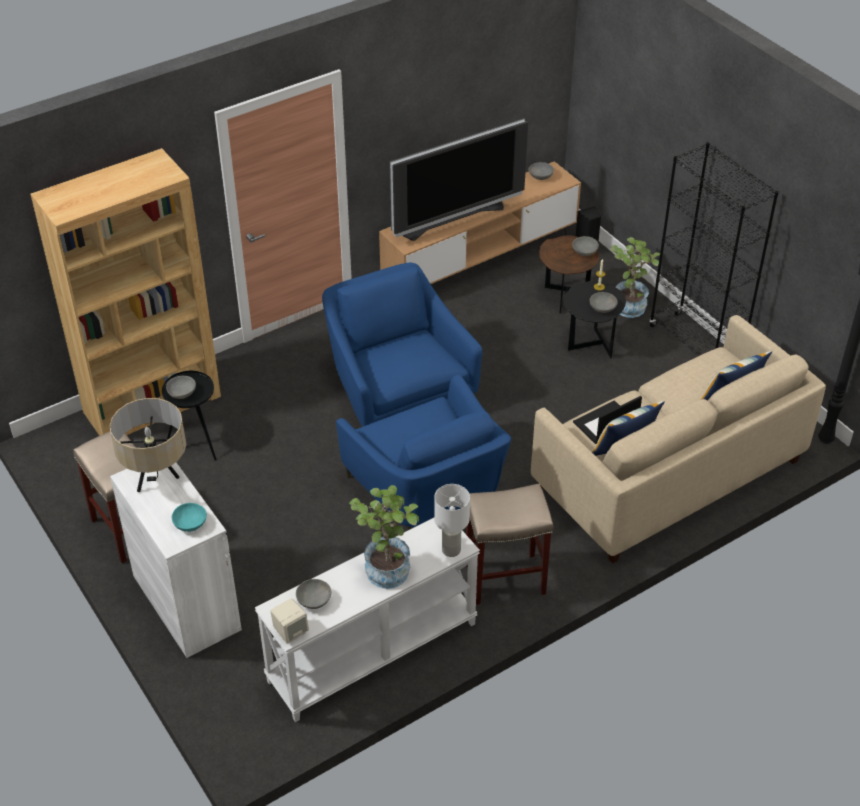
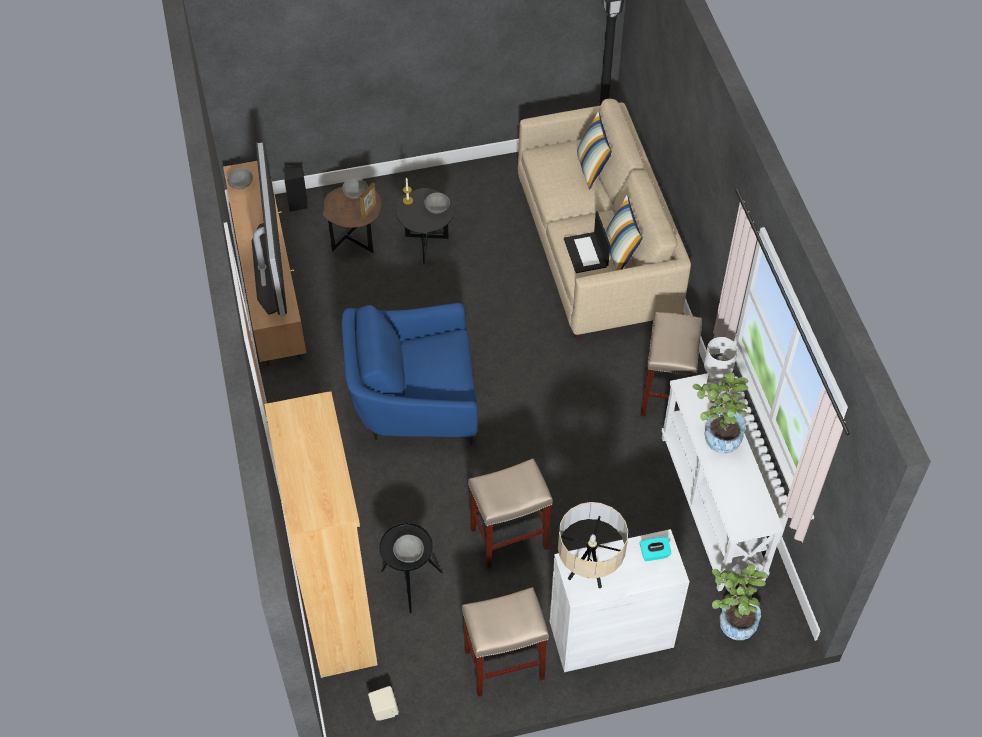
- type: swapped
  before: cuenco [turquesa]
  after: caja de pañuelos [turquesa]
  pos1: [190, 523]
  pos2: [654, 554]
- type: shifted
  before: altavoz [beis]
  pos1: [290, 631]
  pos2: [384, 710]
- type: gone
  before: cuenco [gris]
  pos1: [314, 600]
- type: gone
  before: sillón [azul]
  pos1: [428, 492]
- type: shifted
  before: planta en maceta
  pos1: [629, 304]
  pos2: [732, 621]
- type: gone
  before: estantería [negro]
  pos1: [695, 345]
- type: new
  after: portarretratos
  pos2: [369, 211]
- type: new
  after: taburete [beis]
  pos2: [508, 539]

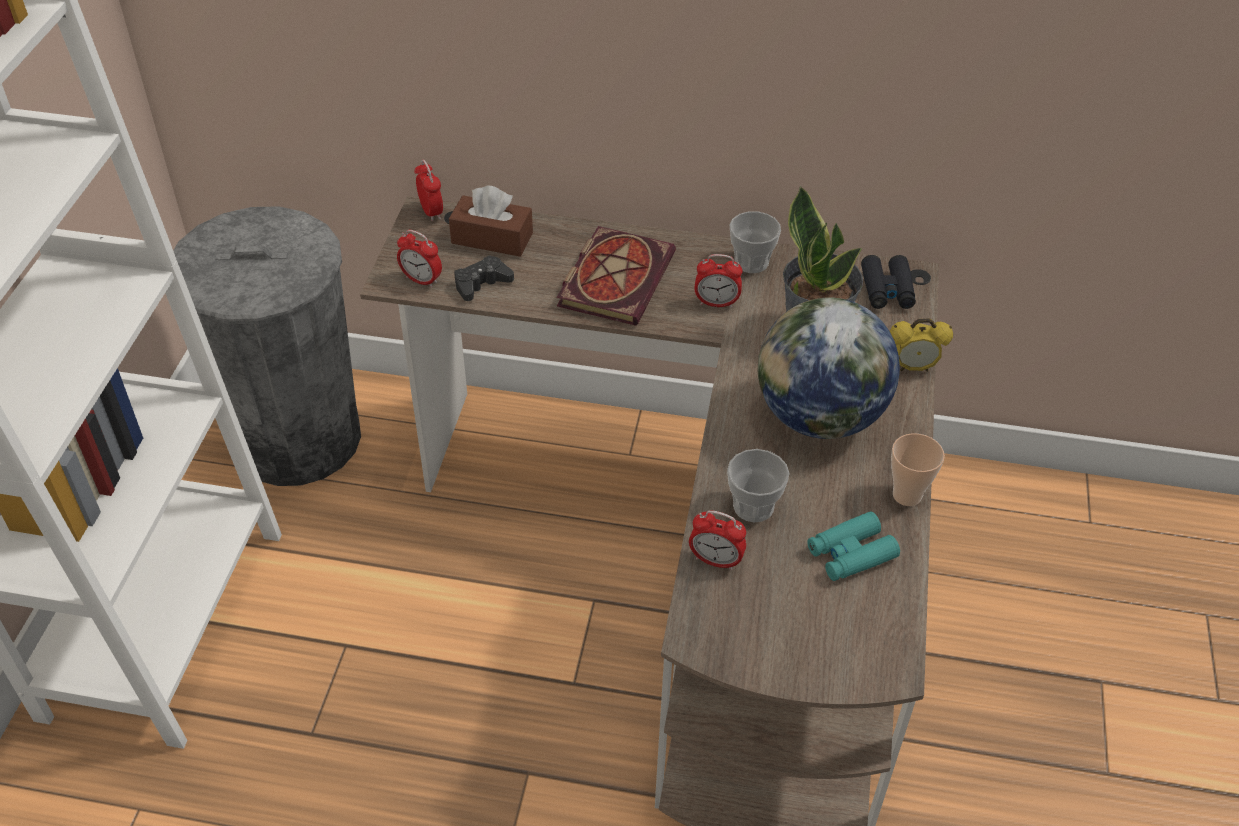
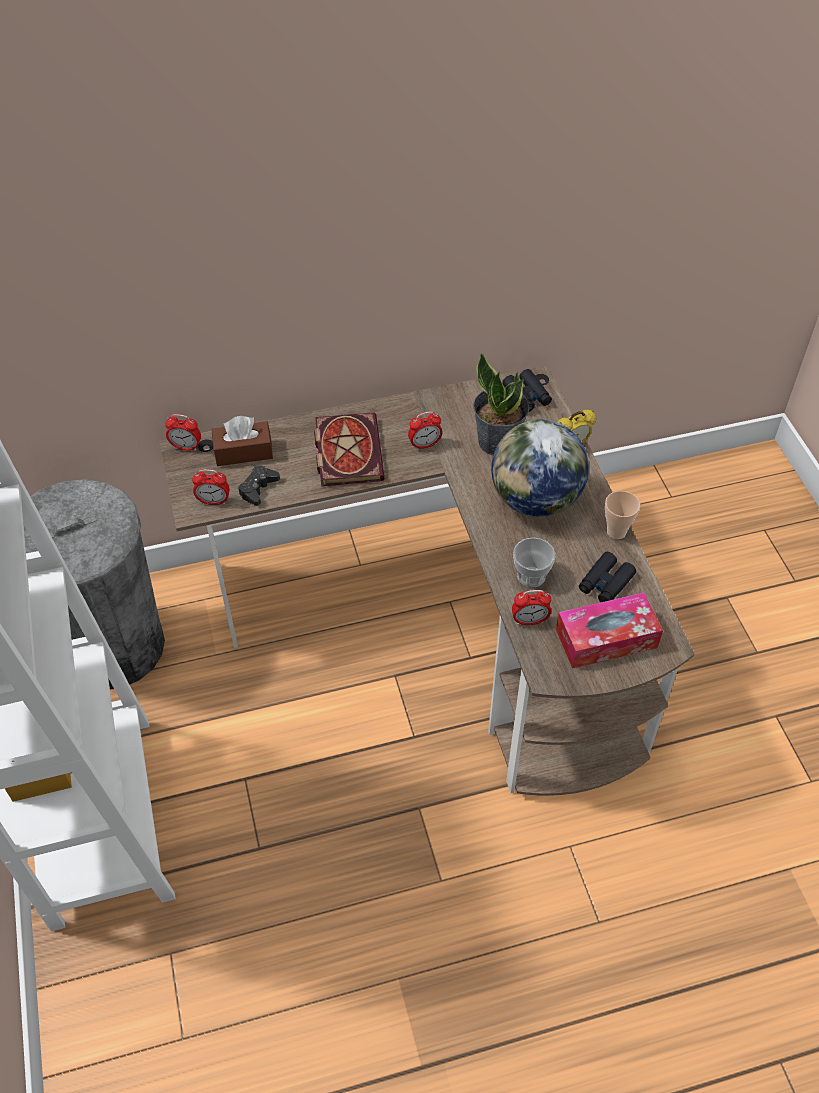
- type: rotated
  before: despertador
  pos1: [431, 212]
  pos2: [186, 447]
  turn: 150
- type: gone
  before: taza
  pos1: [751, 262]
- type: repainted
  before: prismáticos [turquesa]
  after: prismáticos [negro]
  pos1: [851, 554]
  pos2: [605, 583]
- type: new
  after: caja de pañuelos
  pos2: [606, 638]

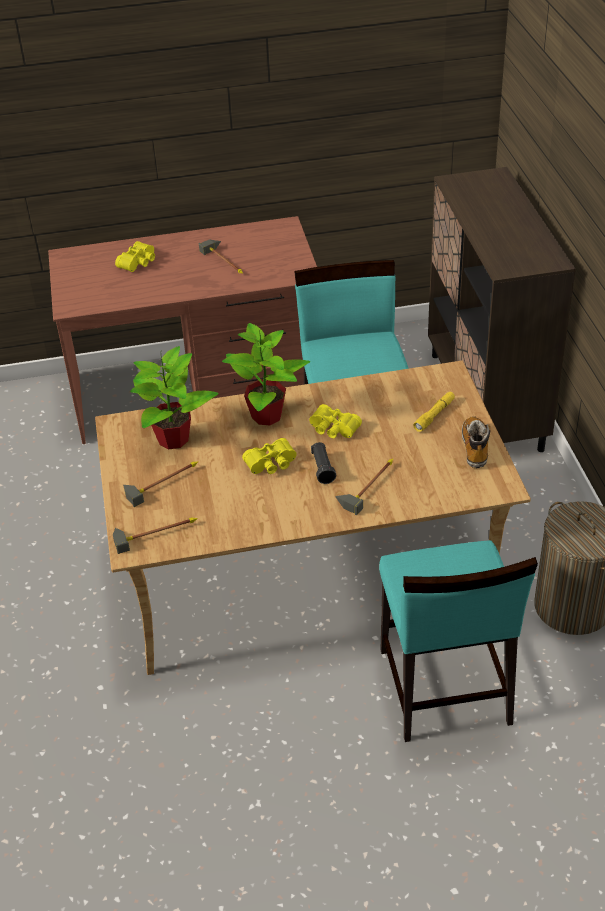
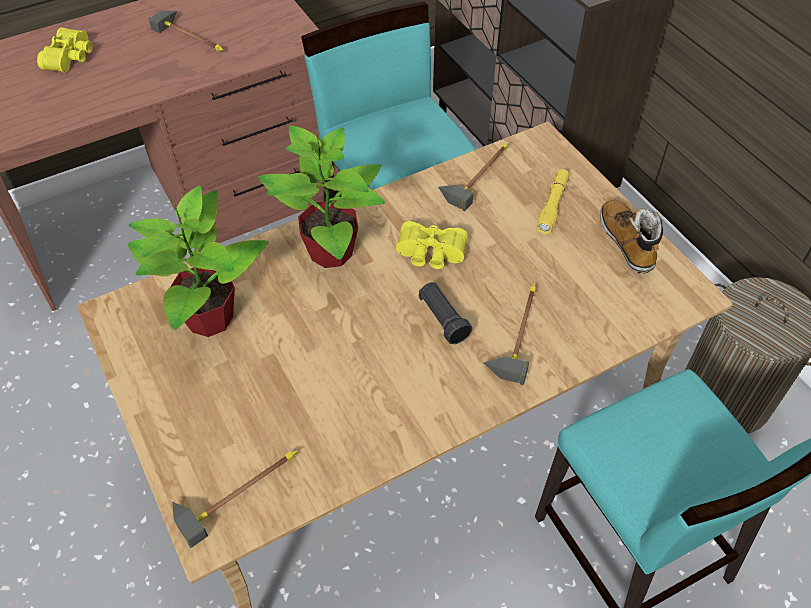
- type: shifted
  before: martillo
  pos1: [162, 481]
  pos2: [477, 173]
- type: gone
  before: prismáticos [amarillo]
  pos1: [272, 464]

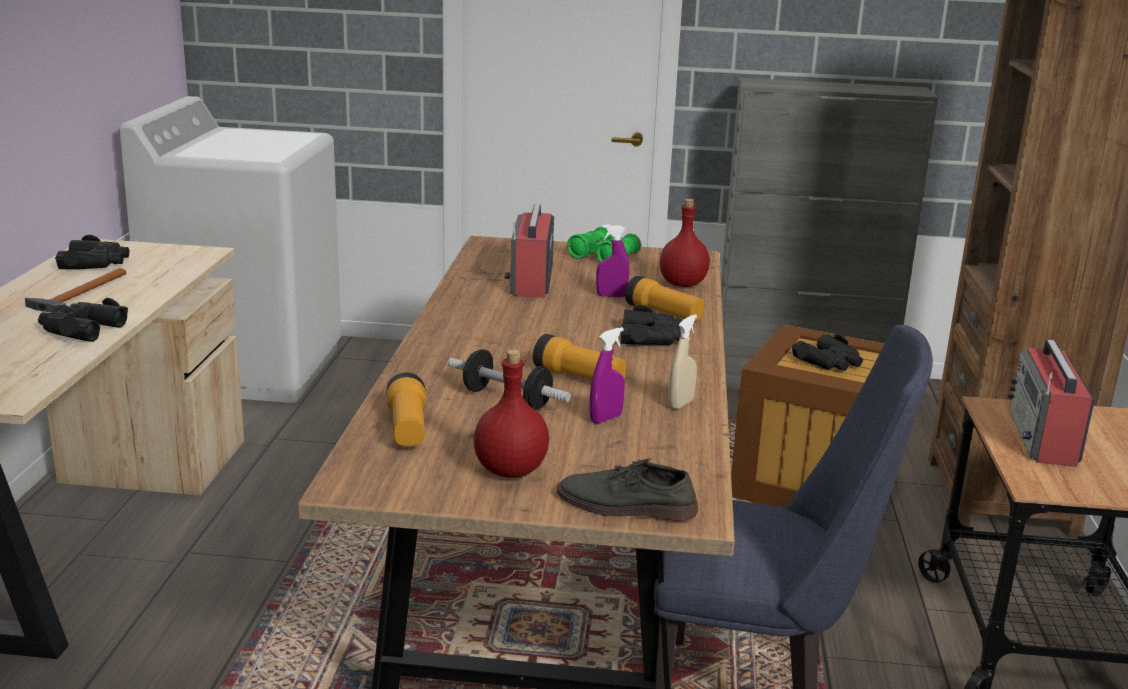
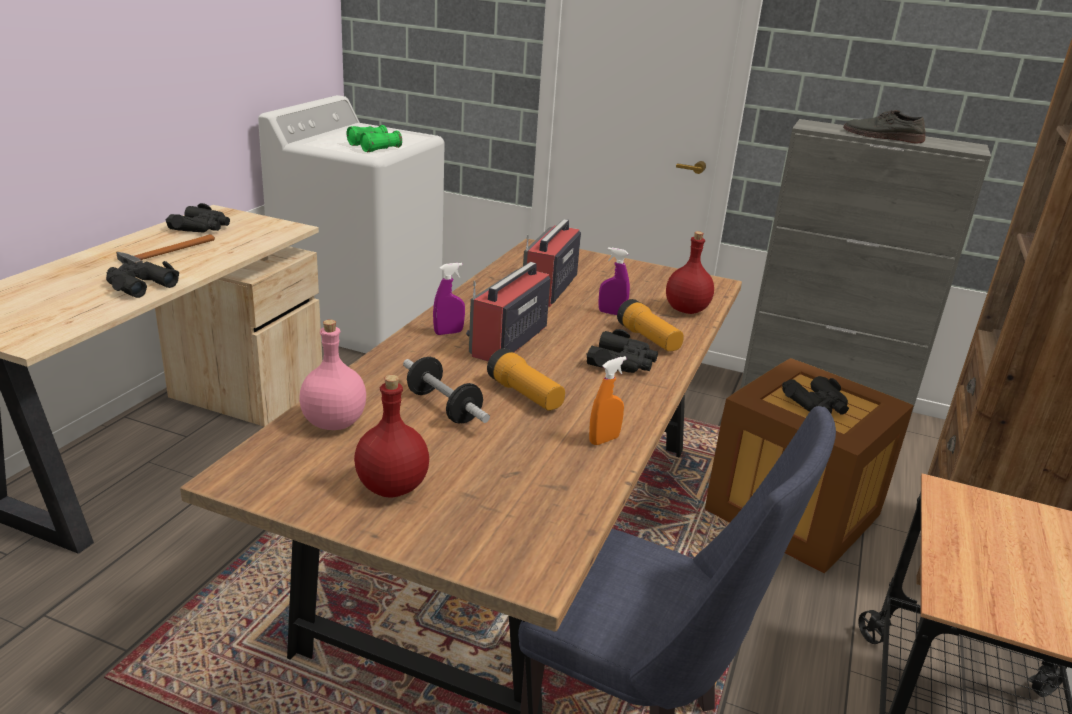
- type: swapped
  before: linterna
  after: botella [rosa]
  pos1: [407, 428]
  pos2: [333, 423]
- type: shifted
  before: zapato [gris]
  pos1: [626, 506]
  pos2: [882, 137]
- type: shifted
  before: prismáticos [verde]
  pos1: [603, 257]
  pos2: [374, 147]
- type: shifted
  before: pulverizador [morado]
  pos1: [606, 419]
  pos2: [448, 332]
- type: repainted
  before: pulverizador [beis]
  after: pulverizador [naranja]
  pos1: [680, 404]
  pos2: [604, 440]
- type: shifted
  before: radio
  pos1: [1043, 438]
  pos2: [508, 341]

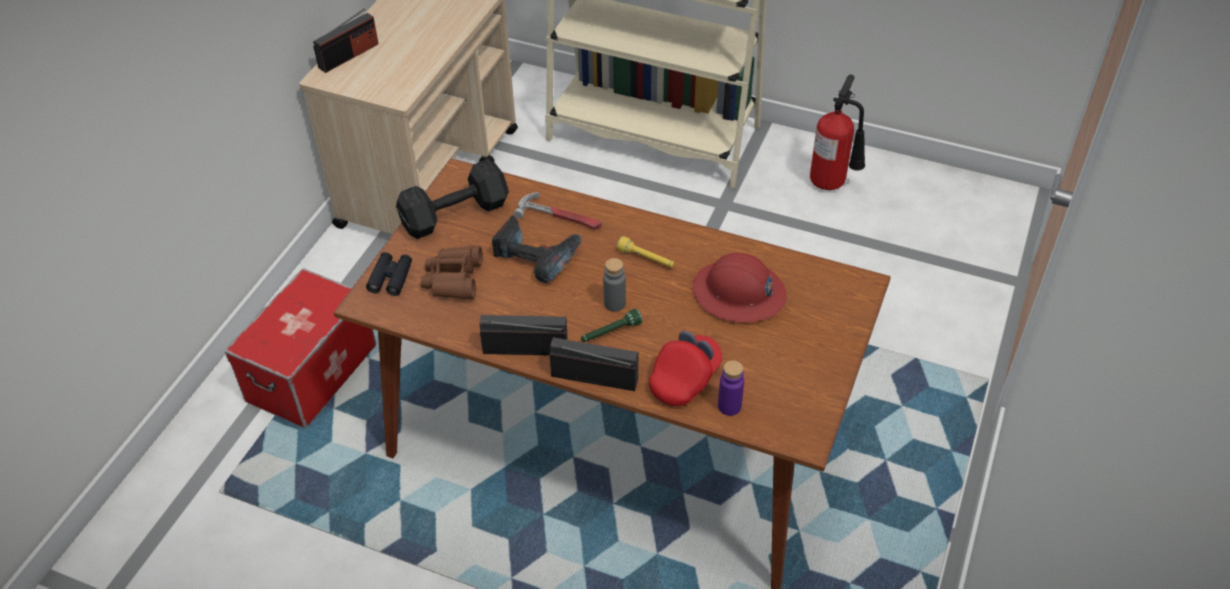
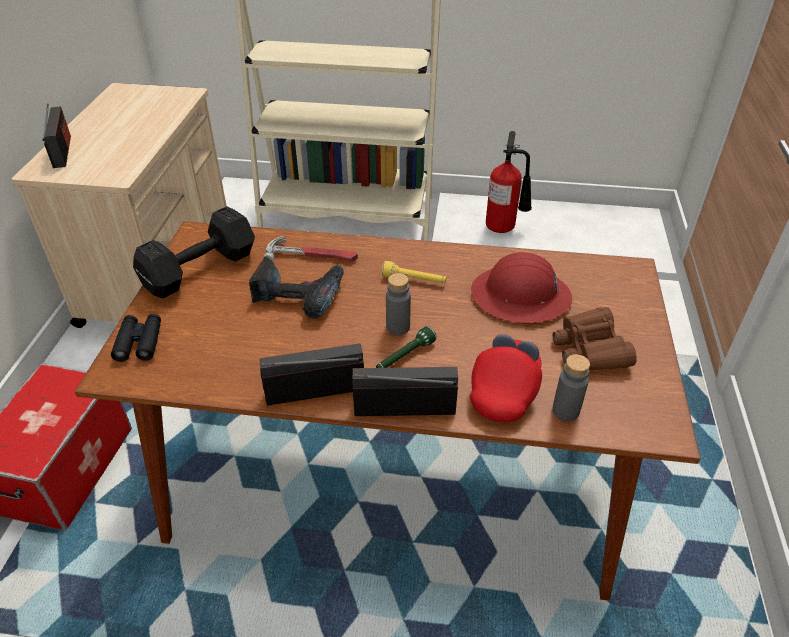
- type: rotated
  before: radio
  pos1: [349, 55]
  pos2: [62, 151]
  turn: -45
- type: shifted
  before: prismáticos [marrón]
  pos1: [453, 279]
  pos2: [590, 349]
- type: repainted
  before: botella [morado]
  after: botella [gris]
  pos1: [729, 406]
  pos2: [565, 411]

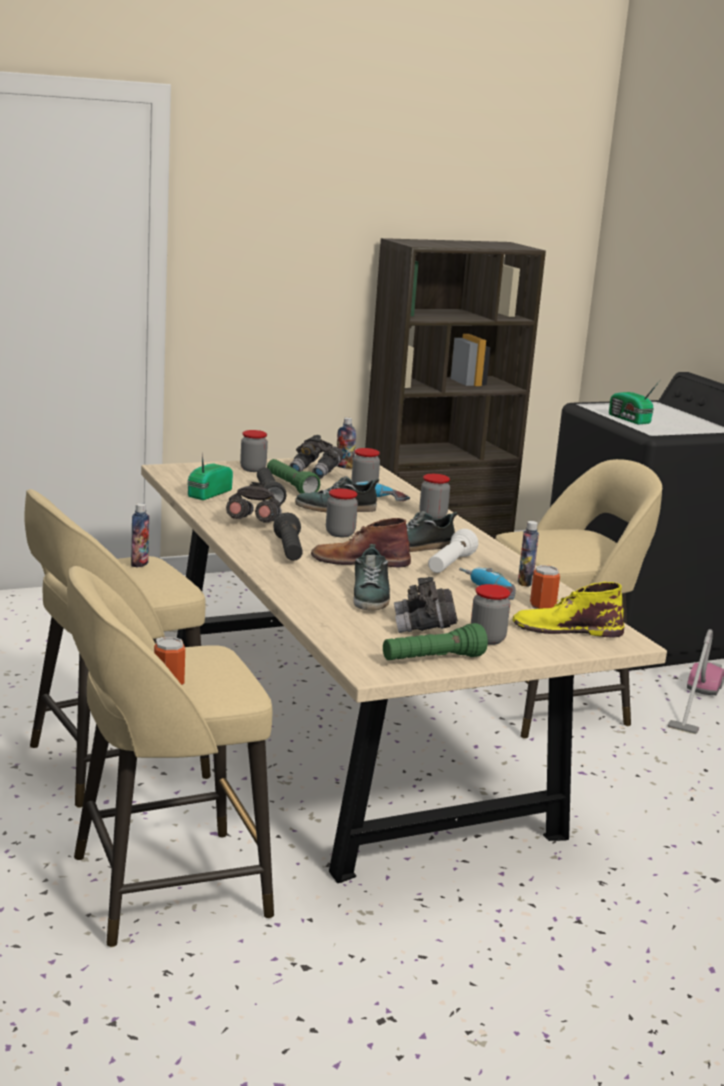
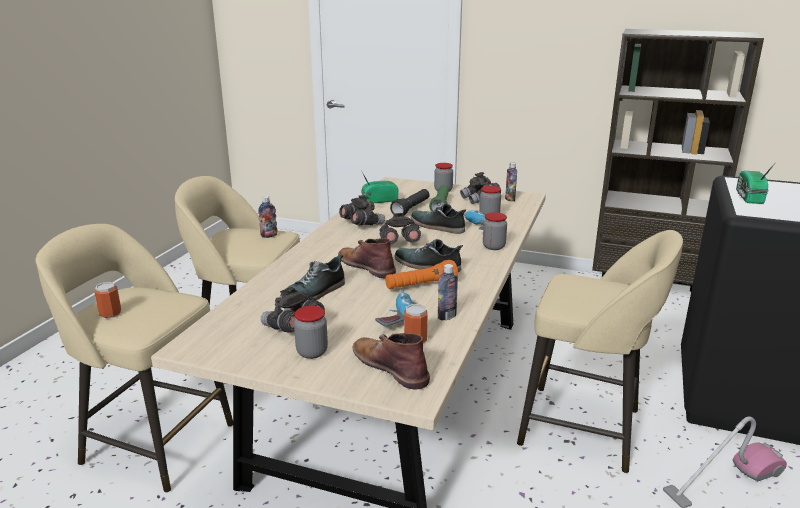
- type: gone
  before: linterna [negro]
  pos1: [289, 551]
- type: swapped
  before: tarro
  after: prismáticos [gris]
  pos1: [340, 533]
  pos2: [398, 244]
- type: gone
  before: linterna [verde]
  pos1: [432, 660]
- type: repainted
  before: linterna [blanco]
  after: linterna [naranja]
  pos1: [450, 565]
  pos2: [421, 286]
- type: repainted
  before: bota [amarillo]
  after: bota [marrón]
  pos1: [566, 629]
  pos2: [390, 366]

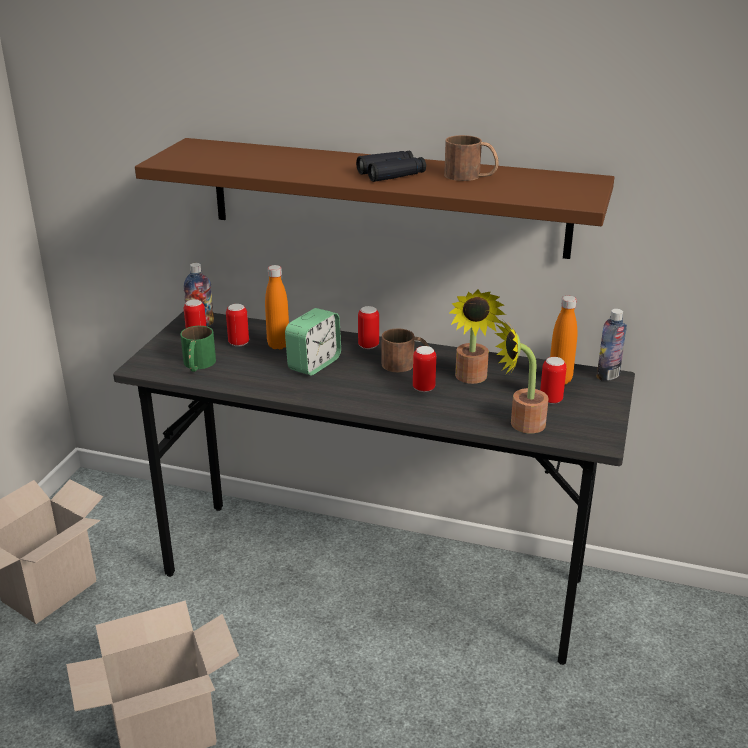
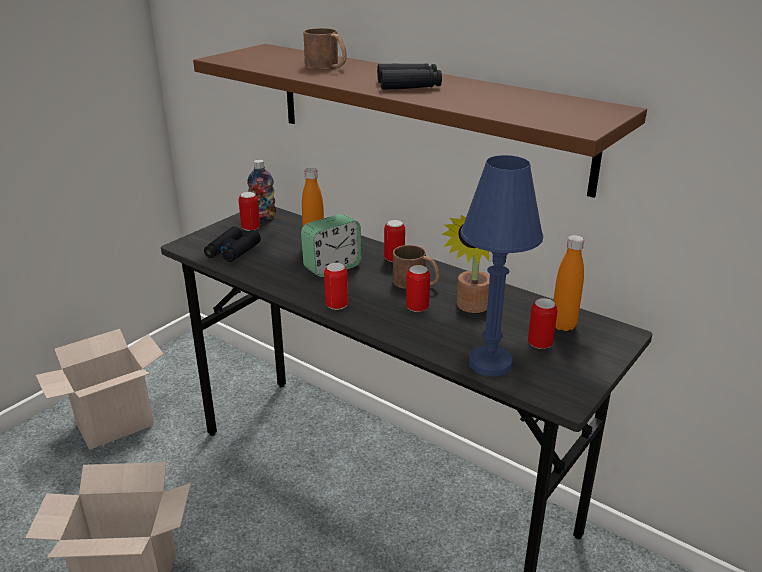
- type: swapped
  before: taza grande [verde]
  after: prismáticos [negro]
  pos1: [197, 365]
  pos2: [232, 251]
- type: shifted
  before: lata
  pos1: [238, 343]
  pos2: [336, 305]
- type: shifted
  before: taza grande [marrón]
  pos1: [471, 176]
  pos2: [327, 66]
- type: swapped
  before: planta en maceta
  after: lámpara de mesa [azul]
  pos1: [520, 424]
  pos2: [490, 363]
- type: gone
  before: botella
  pos1: [608, 375]

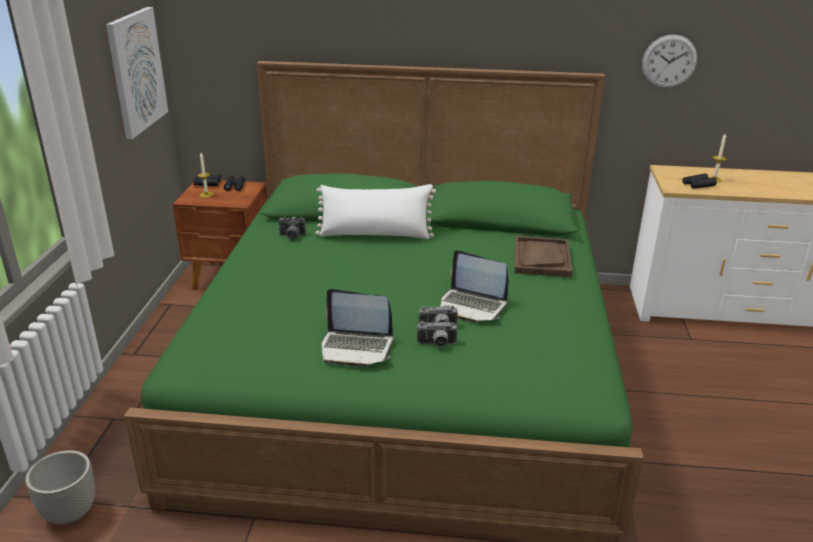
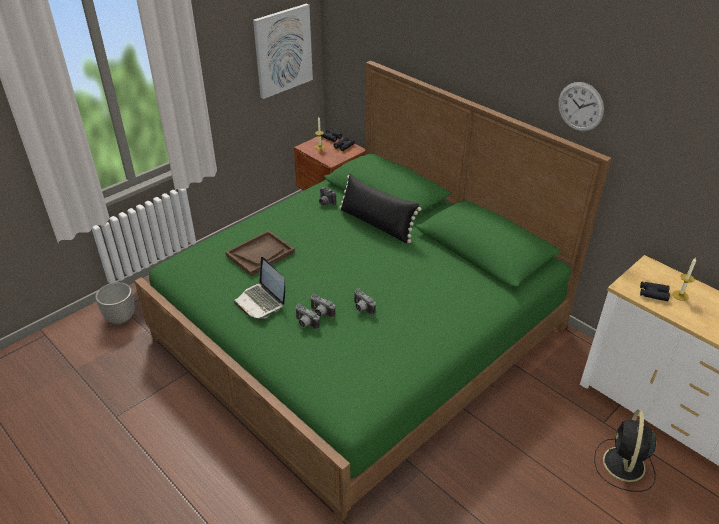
- type: repainted
  before: cojín [blanco]
  after: cojín [negro]
  pos1: [375, 234]
  pos2: [376, 224]
- type: swapped
  before: portátil
  after: cámara
  pos1: [472, 306]
  pos2: [362, 309]
- type: shifted
  before: bandeja [marrón]
  pos1: [541, 258]
  pos2: [260, 254]
- type: shifted
  before: reloj de pared
  pos1: [669, 61]
  pos2: [580, 106]
- type: new
  after: ventilador [negro]
  pos2: [623, 465]

